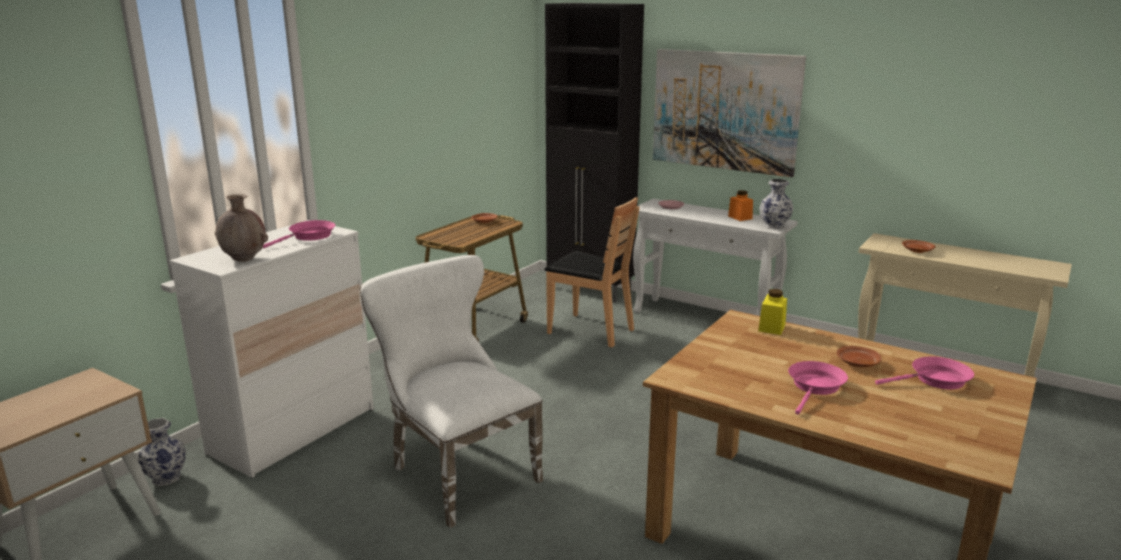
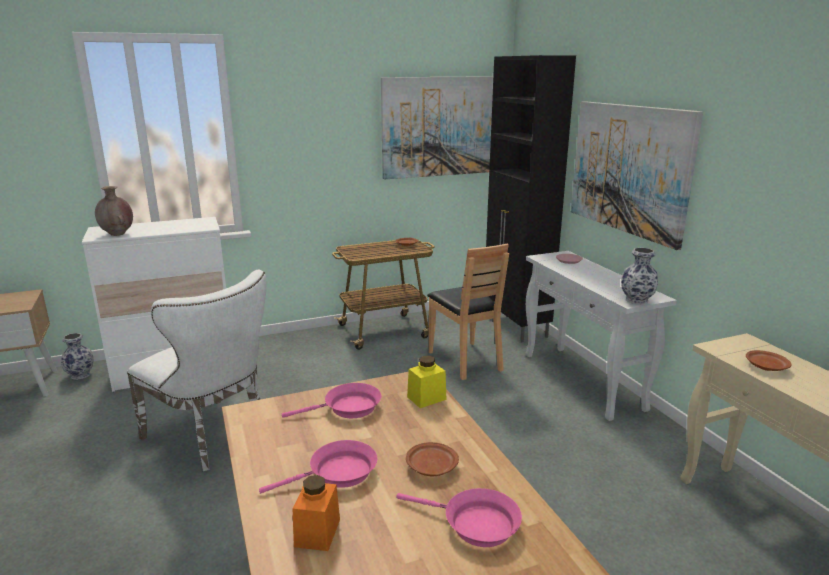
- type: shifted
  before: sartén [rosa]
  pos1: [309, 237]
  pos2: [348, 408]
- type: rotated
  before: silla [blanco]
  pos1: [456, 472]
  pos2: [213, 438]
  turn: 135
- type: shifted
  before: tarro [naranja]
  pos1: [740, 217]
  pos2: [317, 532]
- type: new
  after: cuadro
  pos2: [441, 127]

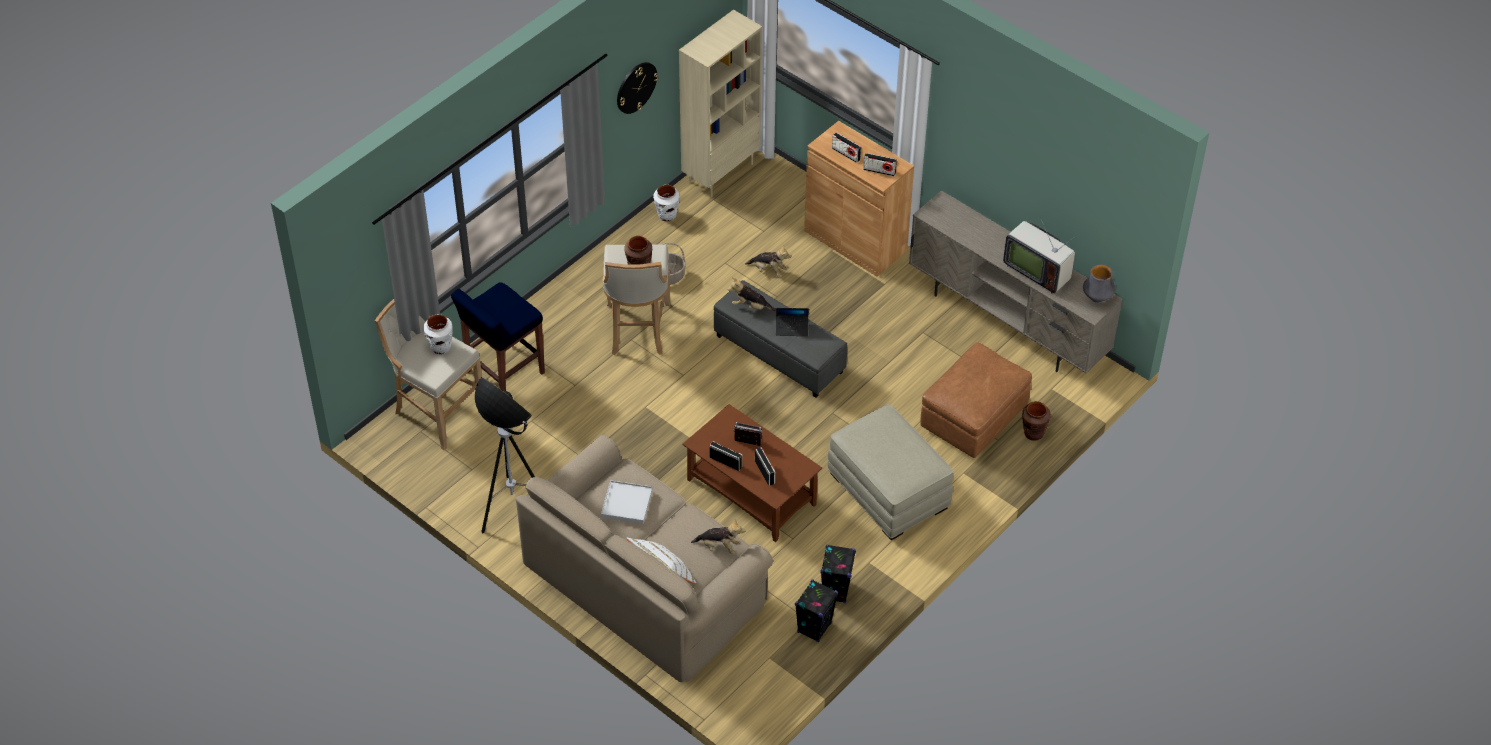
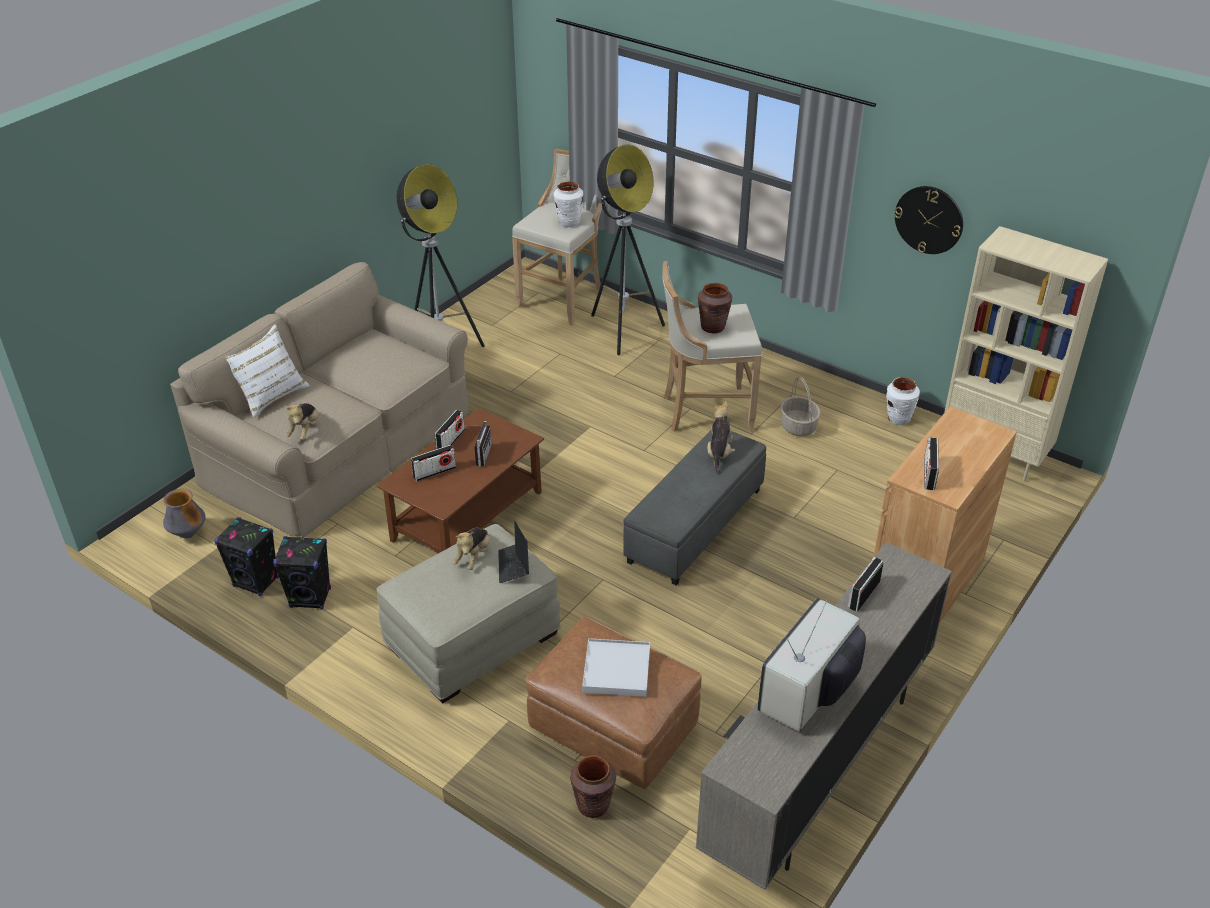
- type: swapped
  before: taburete [azul]
  after: lámpara de pie
  pos1: [503, 373]
  pos2: [623, 331]
- type: shifted
  before: bandeja [blanco]
  pos1: [627, 504]
  pos2: [617, 670]
- type: shifted
  before: peluche
  pos1: [768, 270]
  pos2: [473, 556]
- type: shifted
  before: portátil
  pos1: [792, 328]
  pos2: [513, 566]
- type: shifted
  before: radio
  pos1: [846, 154]
  pos2: [863, 594]
- type: shifted
  before: florero
  pos1: [1097, 298]
  pos2: [188, 534]

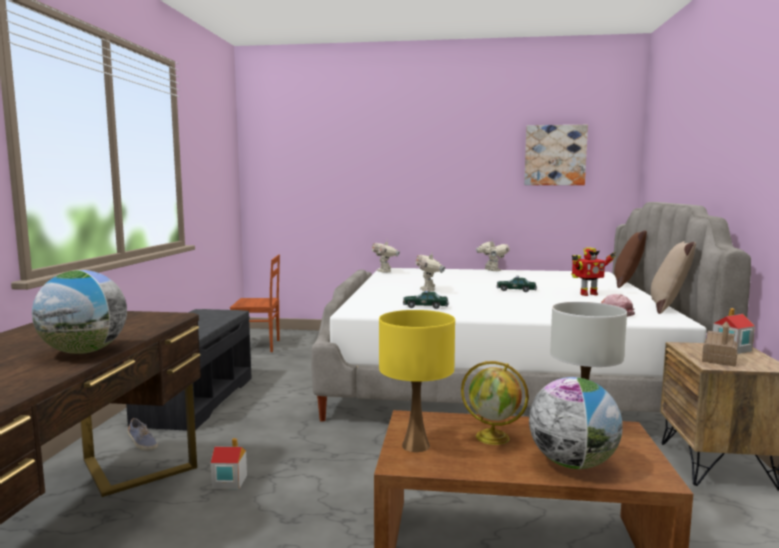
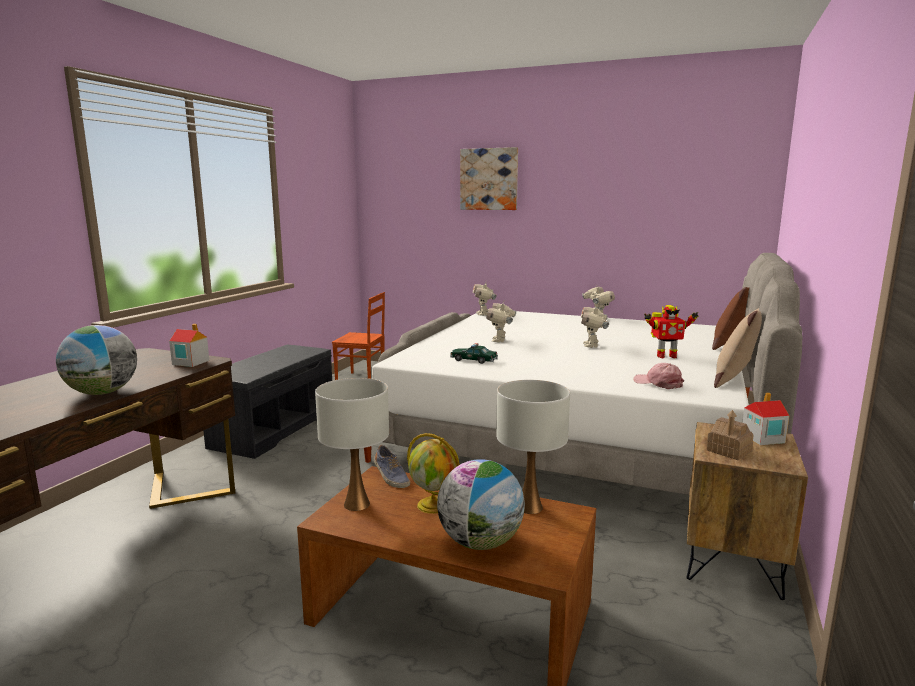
- type: shifted
  before: zapato
  pos1: [142, 443]
  pos2: [390, 477]
- type: shifted
  before: casita
  pos1: [229, 482]
  pos2: [190, 362]
- type: repainted
  before: lámpara de mesa [amarillo]
  after: lámpara de mesa [blanco]
  pos1: [416, 445]
  pos2: [357, 504]
- type: swapped
  before: coche de juguete
  after: robot de juguete
  pos1: [516, 290]
  pos2: [592, 346]
- type: shifted
  before: cuadro
  pos1: [555, 155]
  pos2: [489, 179]

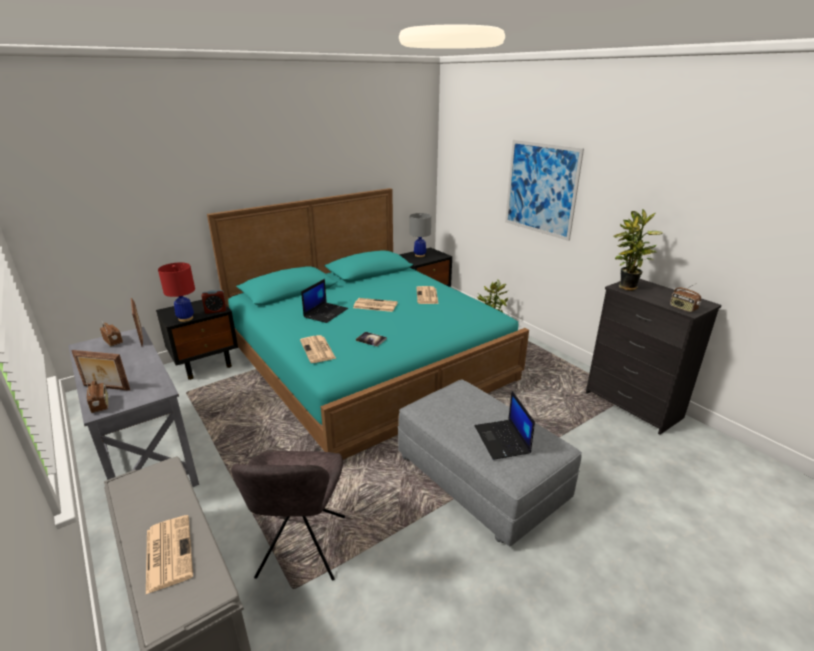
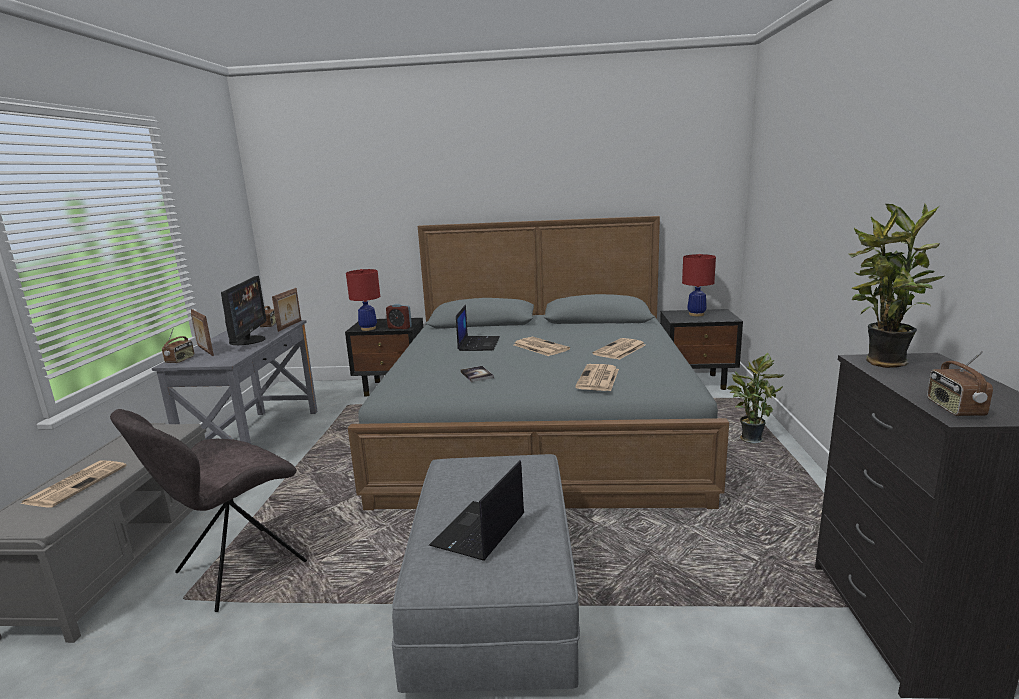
- type: repainted
  before: cama [turquesa]
  after: cama [gris]
  pos1: [368, 361]
  pos2: [539, 427]
- type: shifted
  before: periódico
  pos1: [318, 350]
  pos2: [598, 379]
- type: rotated
  before: portátil
  pos1: [326, 313]
  pos2: [478, 344]
  turn: -60
- type: repainted
  before: lámpara de mesa [gris]
  after: lámpara de mesa [rojo]
  pos1: [419, 255]
  pos2: [696, 314]
- type: gone
  before: cuadro
  pos1: [541, 189]
- type: new
  after: monitor
  pos2: [248, 340]

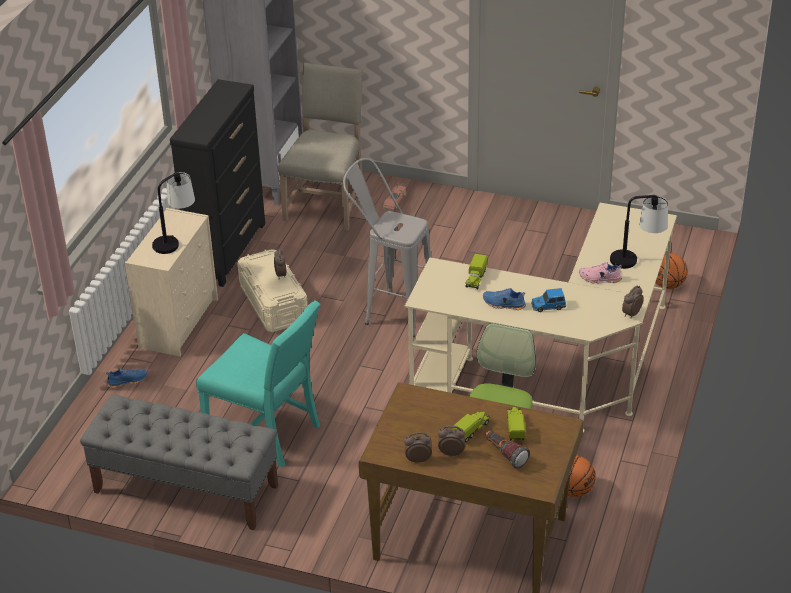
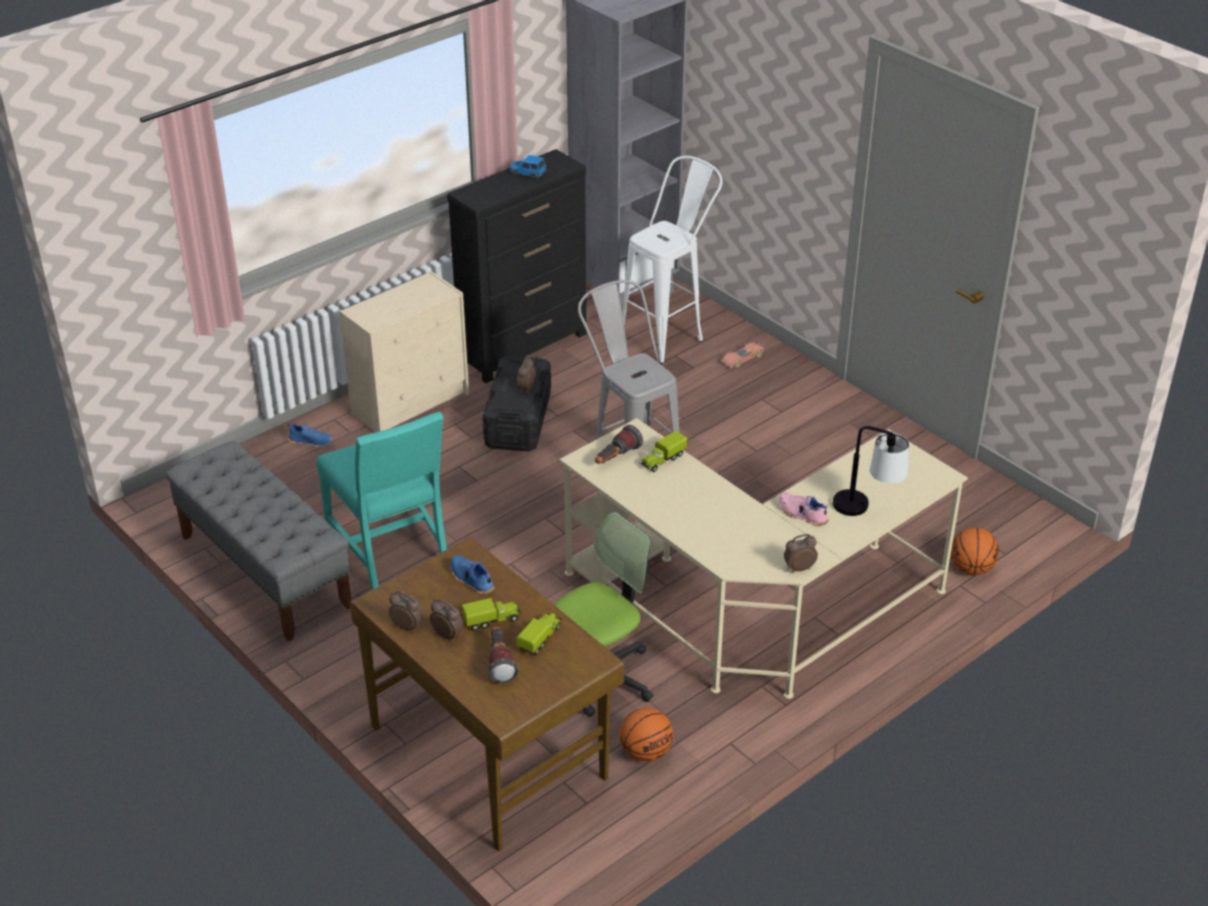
- type: gone
  before: lámpara de mesa
  pos1: [175, 240]
- type: repainted
  before: caja de almacenaje [beis]
  after: caja de almacenaje [negro]
  pos1: [274, 304]
  pos2: [518, 420]
- type: swapped
  before: silla [beis]
  after: taburete [blanco]
  pos1: [327, 202]
  pos2: [669, 335]
- type: shifted
  before: zapato [azul]
  pos1: [503, 304]
  pos2: [471, 580]
- type: shifted
  before: coche de juguete
  pos1: [548, 306]
  pos2: [527, 173]
- type: new
  after: linterna
  pos2: [616, 458]

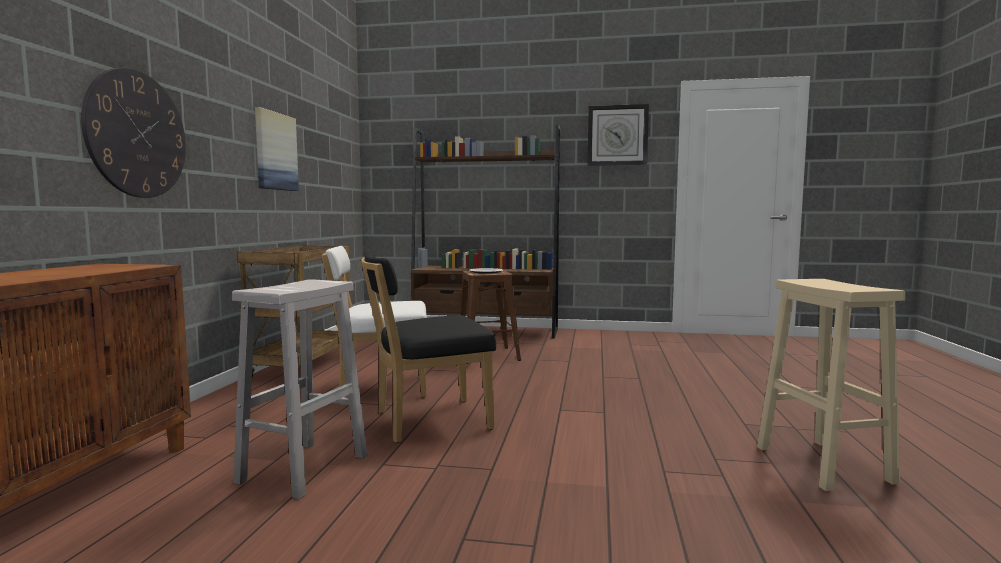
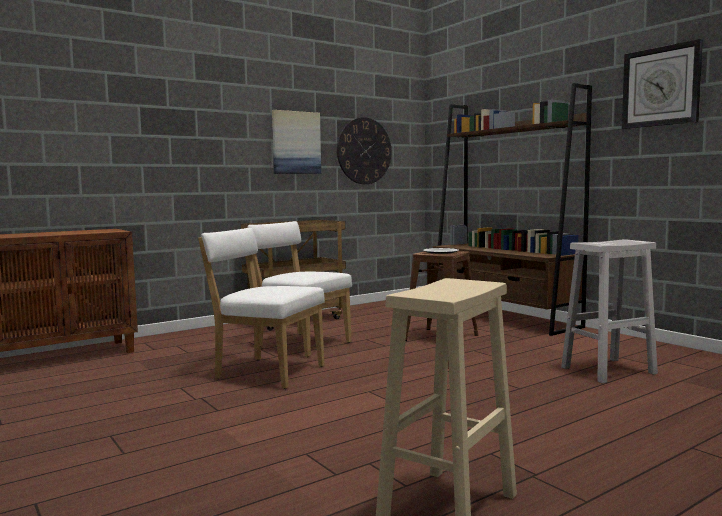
- type: shifted
  before: reloj de pared
  pos1: [137, 134]
  pos2: [364, 151]
- type: shifted
  before: taburete [blanco]
  pos1: [305, 467]
  pos2: [609, 370]
- type: repainted
  before: silla [negro]
  after: silla [blanco]
  pos1: [427, 421]
  pos2: [266, 372]

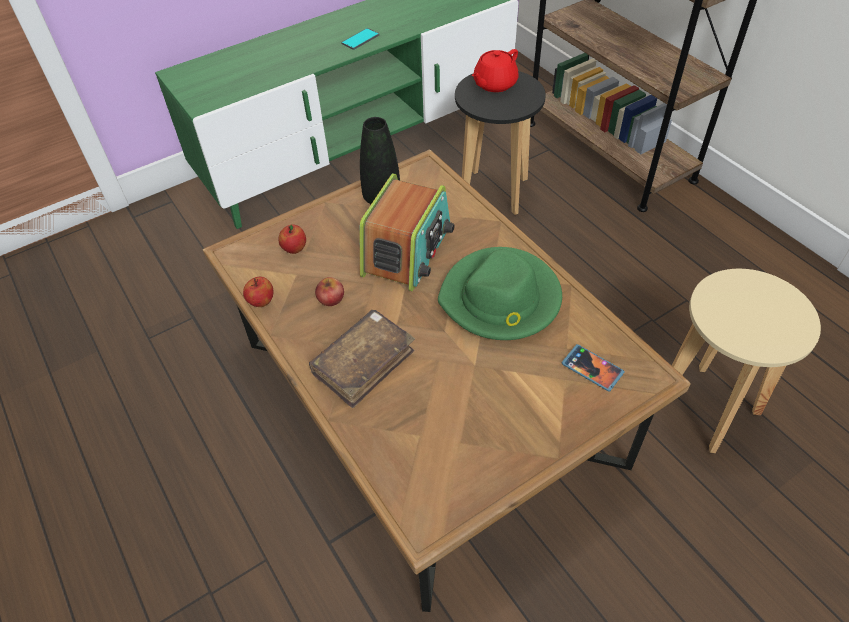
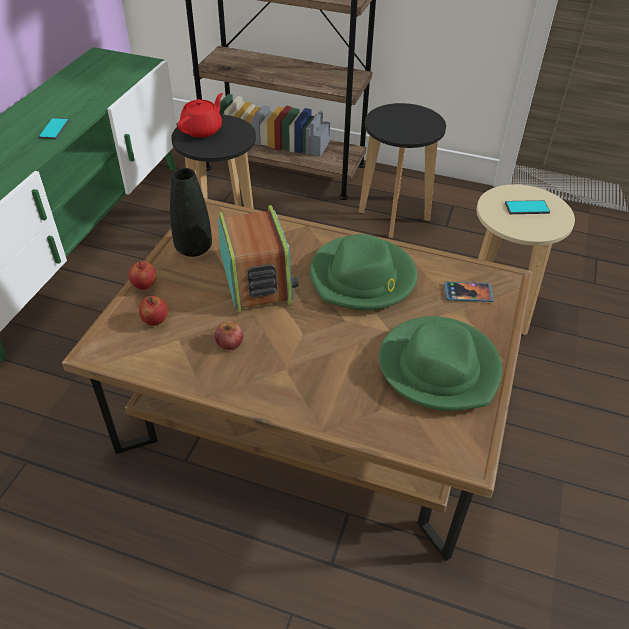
- type: shifted
  before: manzana
  pos1: [261, 302]
  pos2: [144, 285]
- type: gone
  before: libro [marrón]
  pos1: [363, 364]
- type: rotated
  before: tetera [rojo]
  pos1: [494, 84]
  pos2: [202, 130]
  turn: -150
- type: new
  after: taburete [negro]
  pos2: [394, 216]
- type: new
  after: sombrero [verde]
  pos2: [439, 367]
- type: new
  after: móvil
  pos2: [527, 208]

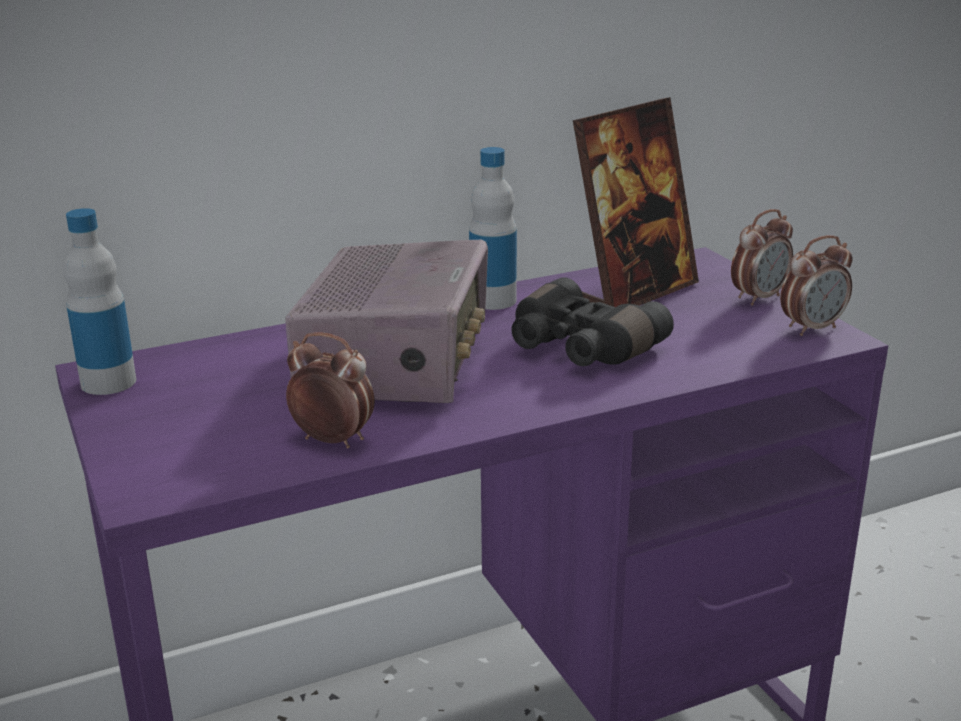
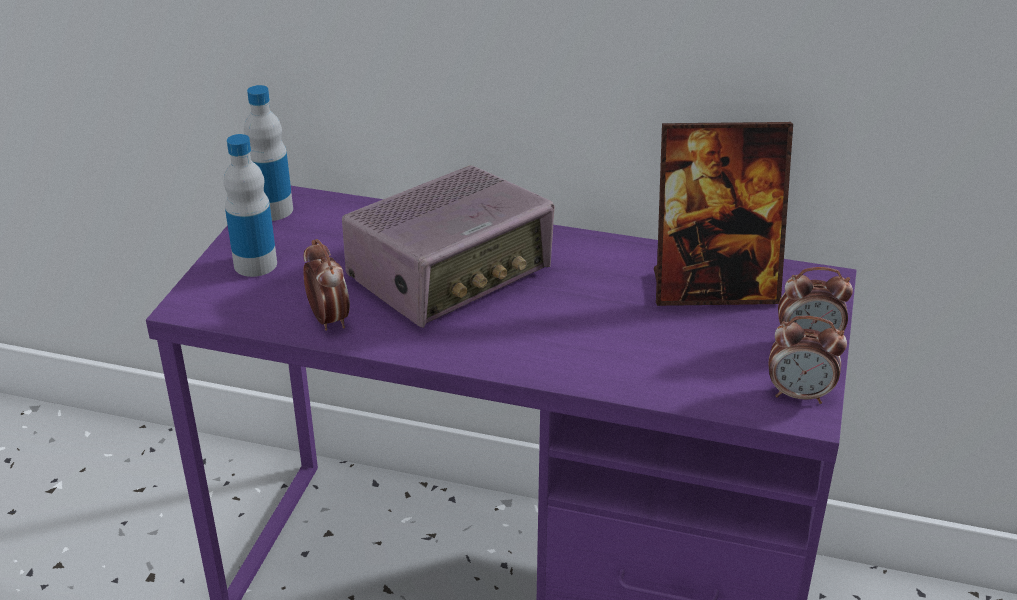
- type: shifted
  before: botella
  pos1: [493, 300]
  pos2: [255, 264]
- type: gone
  before: prismáticos [negro]
  pos1: [579, 348]

